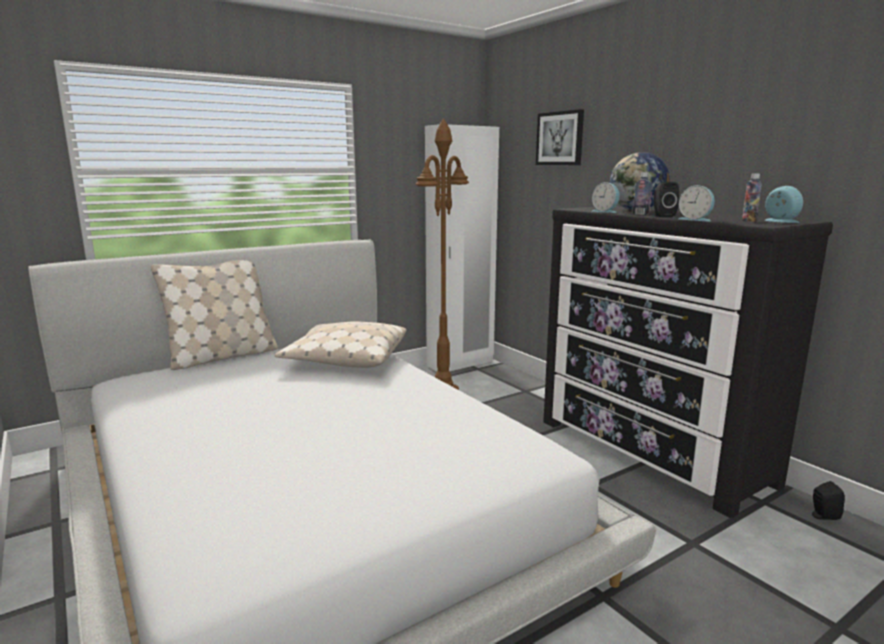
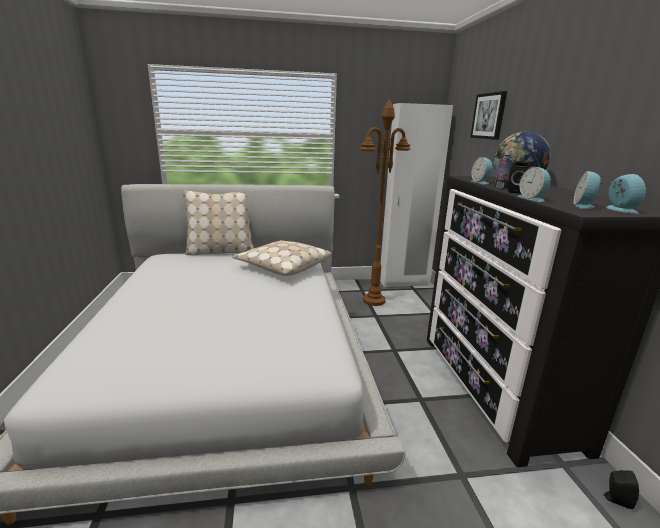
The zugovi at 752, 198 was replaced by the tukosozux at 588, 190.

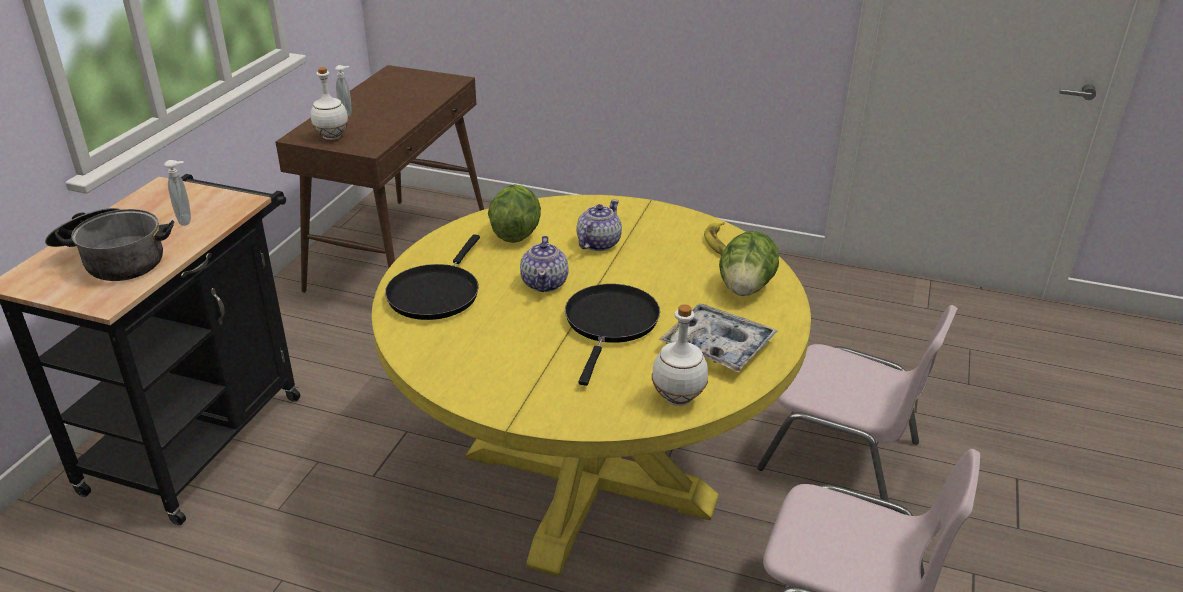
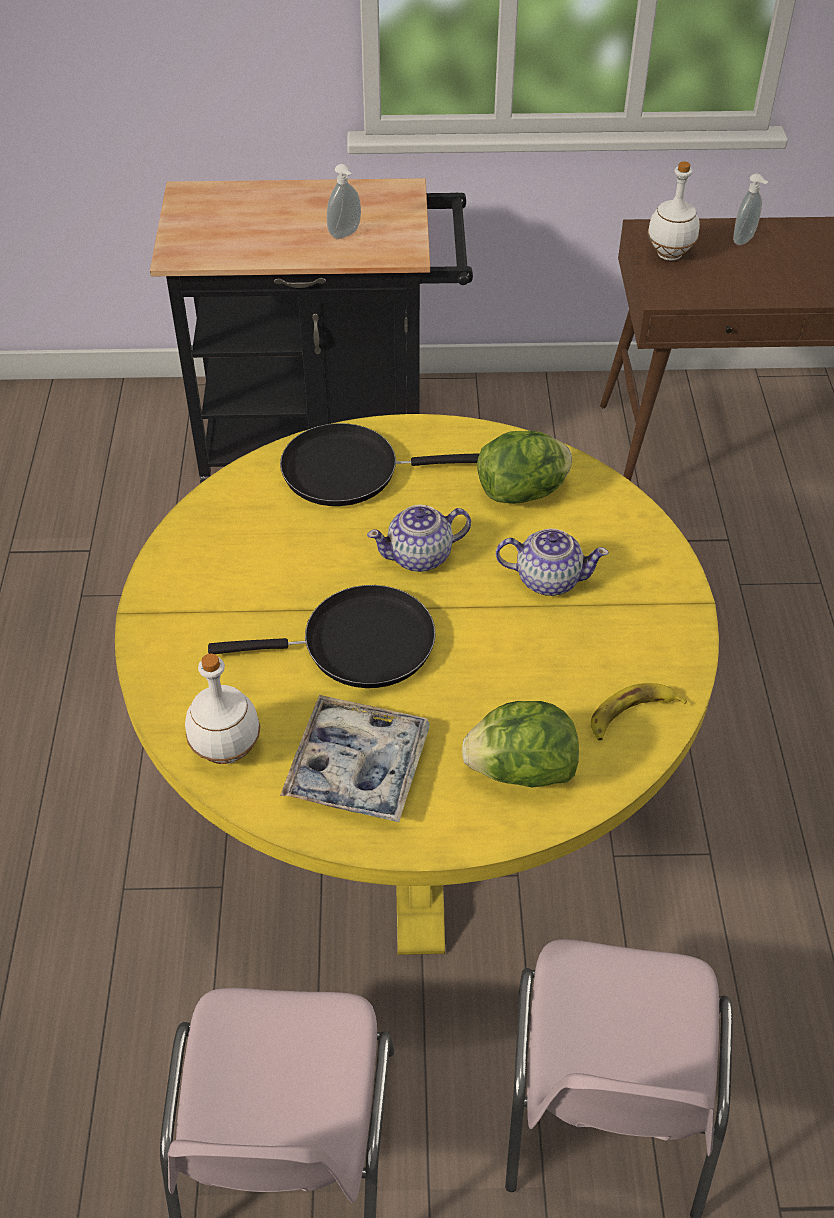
The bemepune at 109, 244 disappeared.

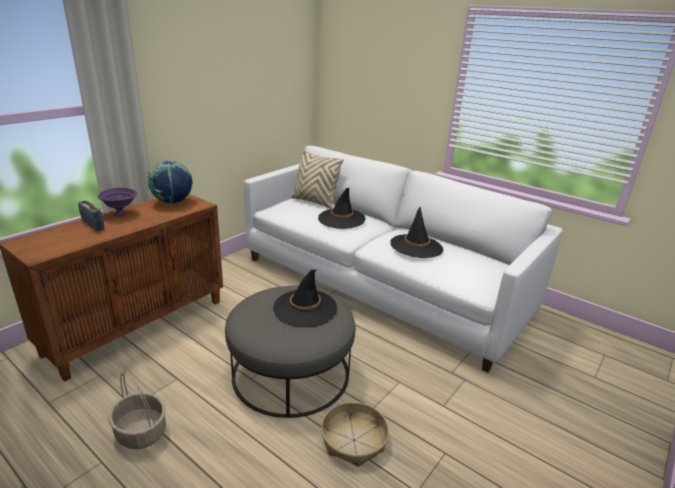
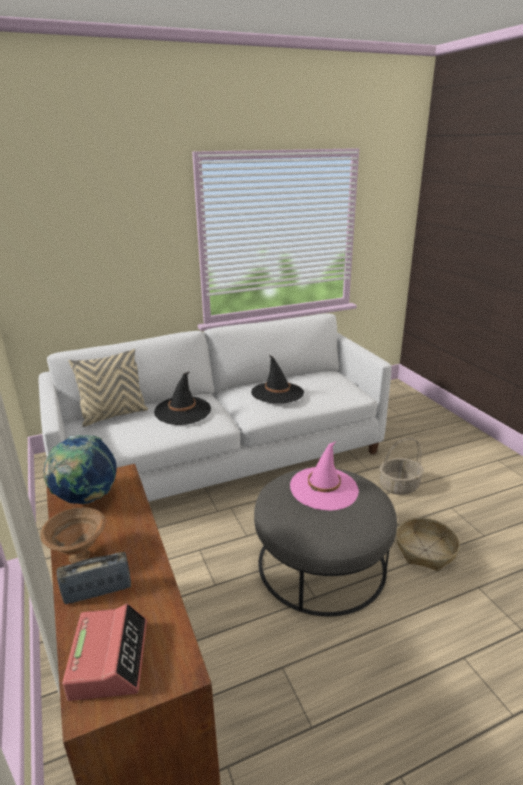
The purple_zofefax at 117, 202 became the brown_zofefax at 73, 536. The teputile moved from 137, 410 to 402, 466. The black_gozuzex at 305, 298 became the pink_gozuzex at 324, 476. The tukosozux at 104, 652 appeared.

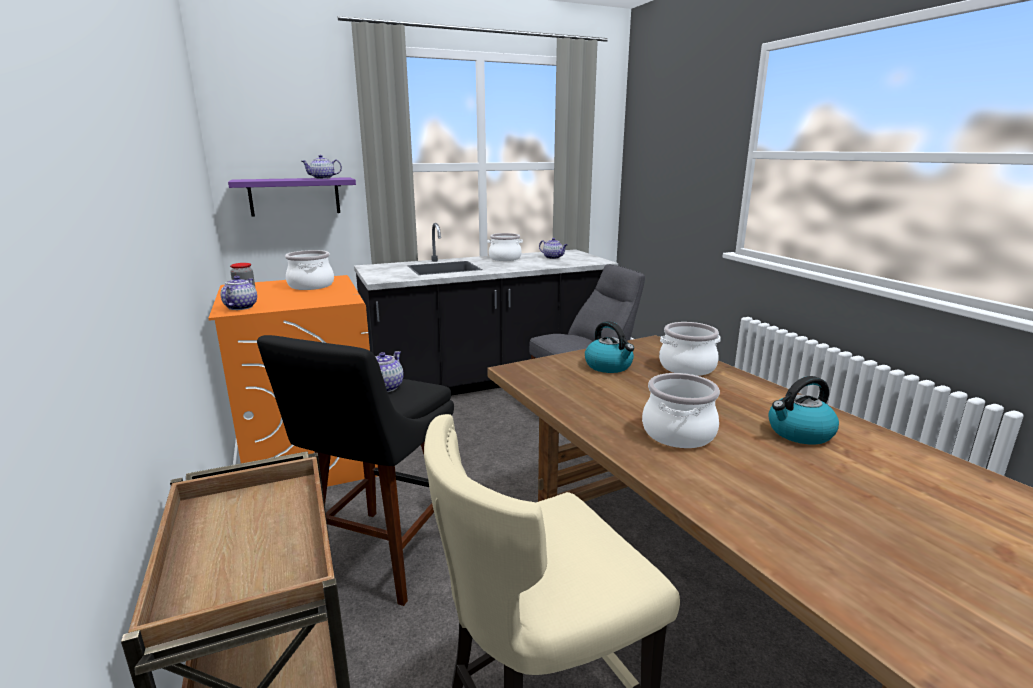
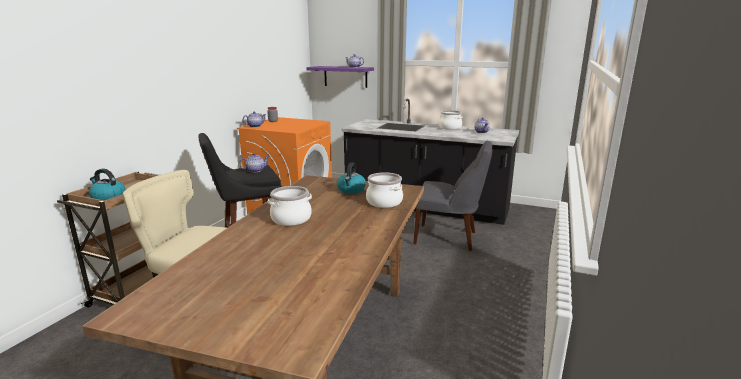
The bemepune at 309, 270 disappeared. The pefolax moved from 803, 410 to 107, 184.

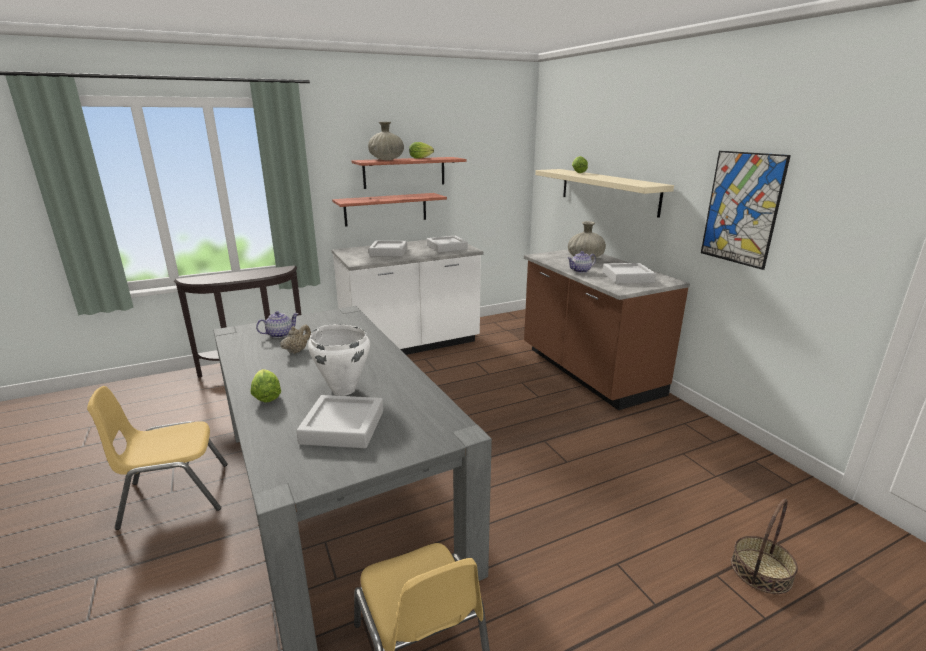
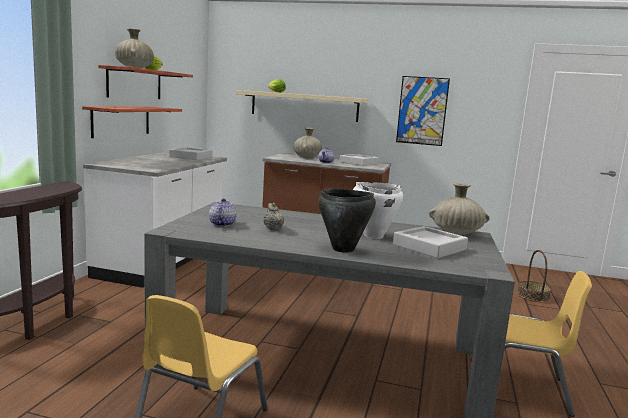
The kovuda at 265, 386 was replaced by the black_bemepune at 347, 221. The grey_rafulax at 388, 249 disappeared. The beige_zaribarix at 459, 209 appeared.

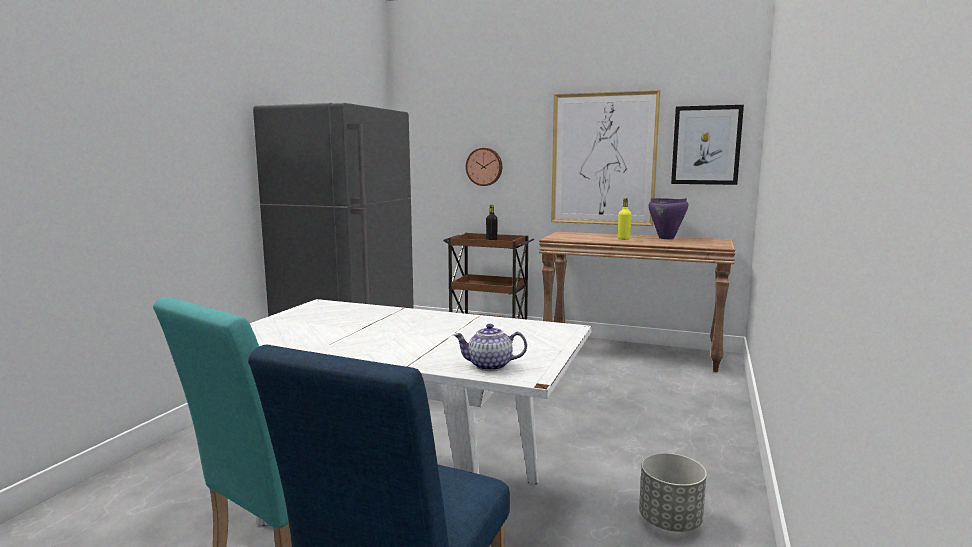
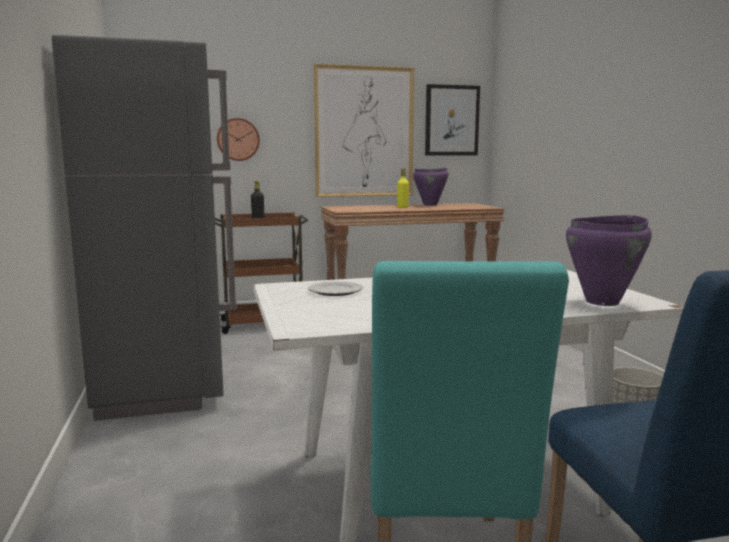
The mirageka at 490, 347 was replaced by the purple_bemepune at 609, 260. The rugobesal at 335, 288 appeared.

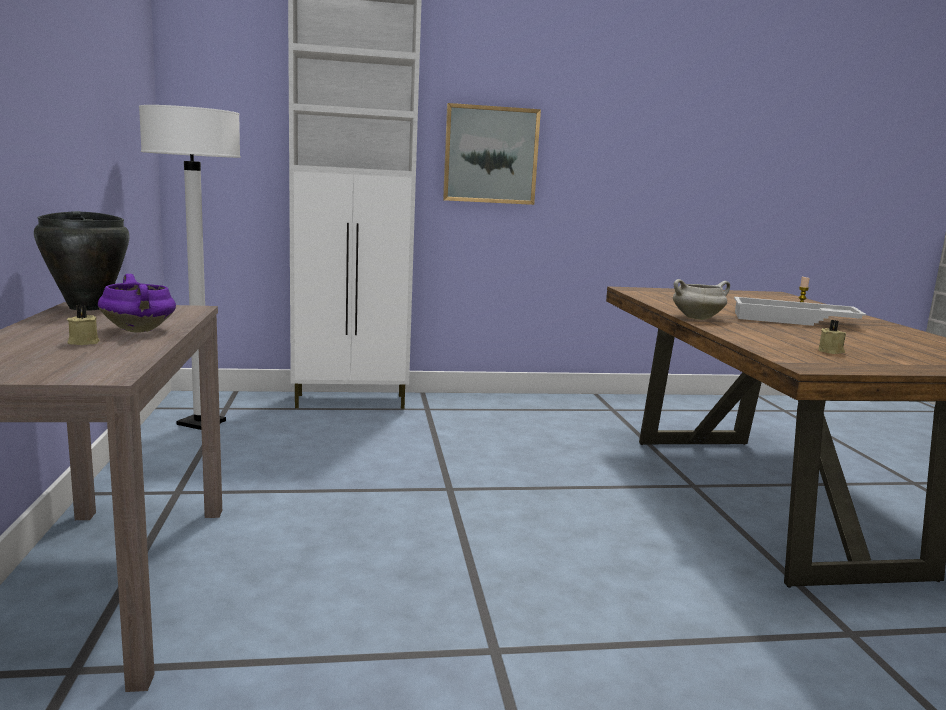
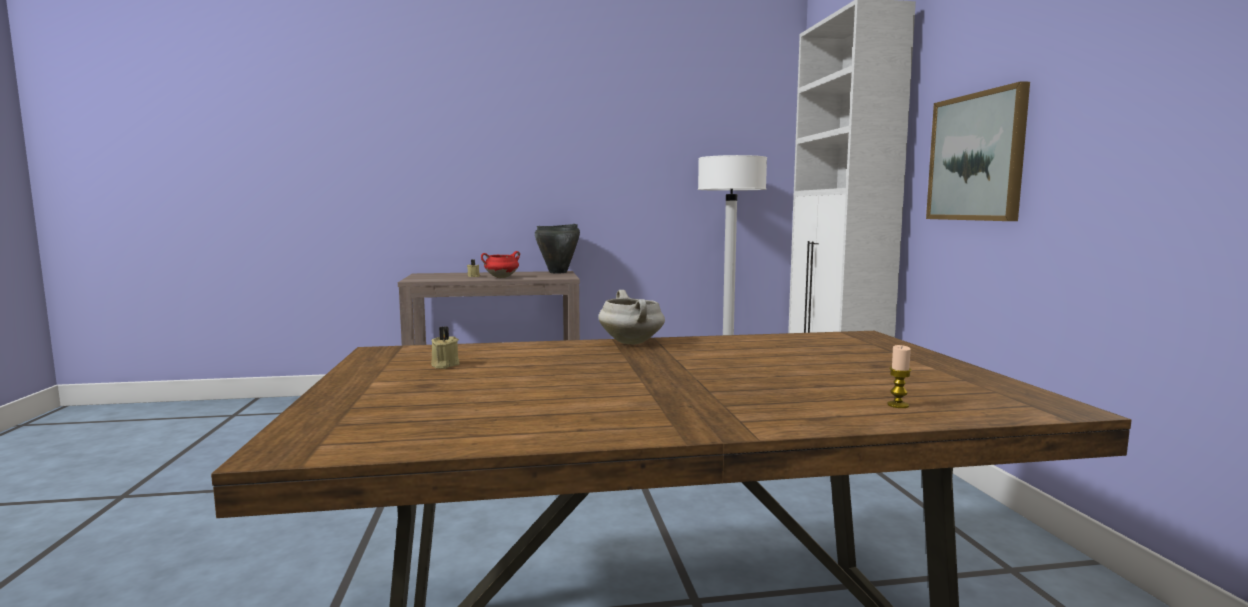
The purple_bemepune at 137, 303 became the red_bemepune at 500, 264. The white_rafulax at 800, 311 disappeared.

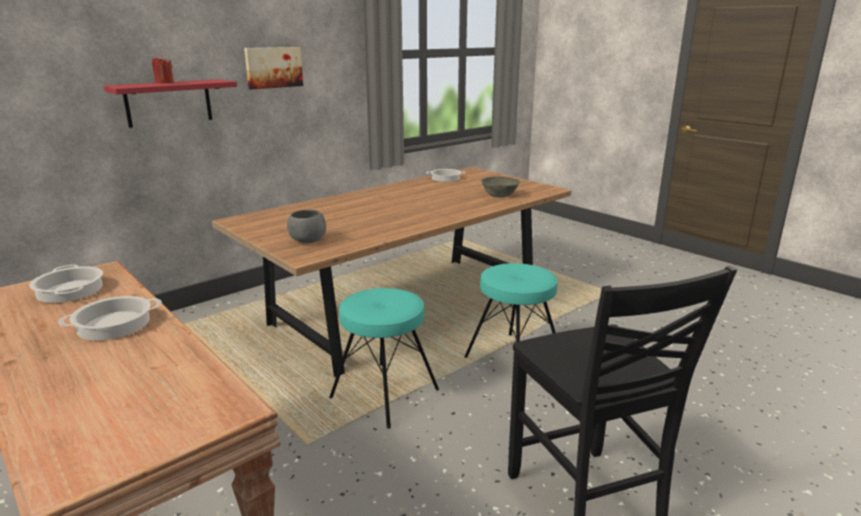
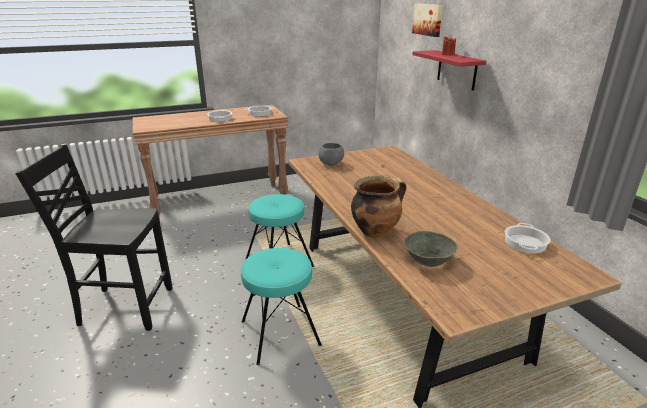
The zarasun moved from 273, 68 to 427, 20. The bemepune at 379, 207 appeared.

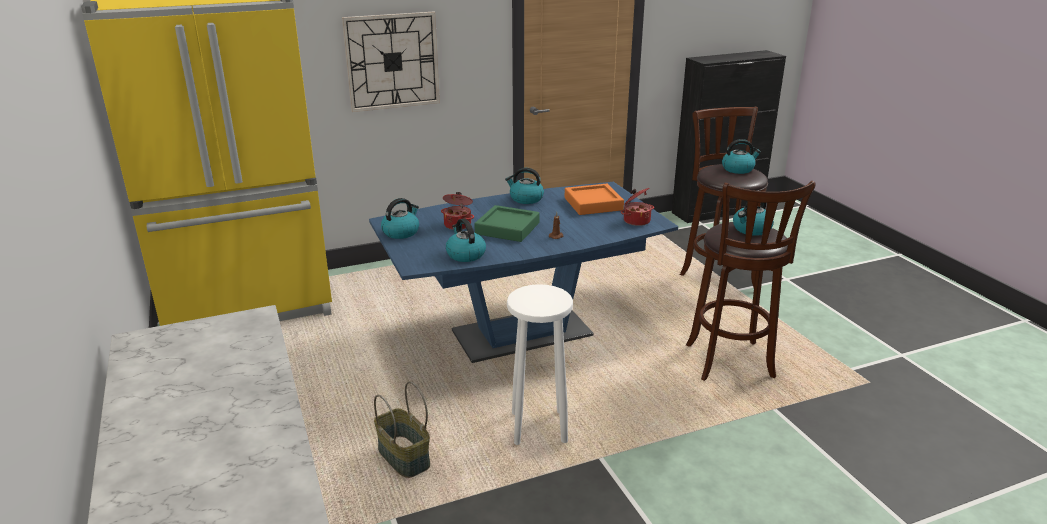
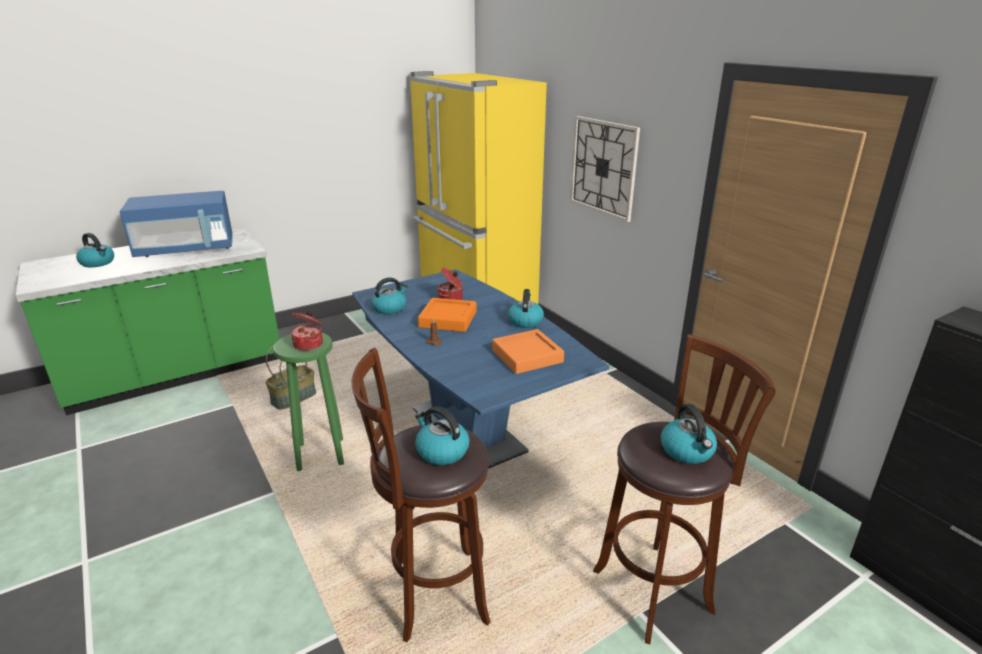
The pefolax moved from 400, 218 to 95, 250. The green_rafulax at 507, 223 became the orange_rafulax at 447, 315. The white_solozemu at 540, 364 became the green_solozemu at 308, 402. The bemepune moved from 637, 207 to 307, 331. The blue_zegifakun at 176, 224 appeared.

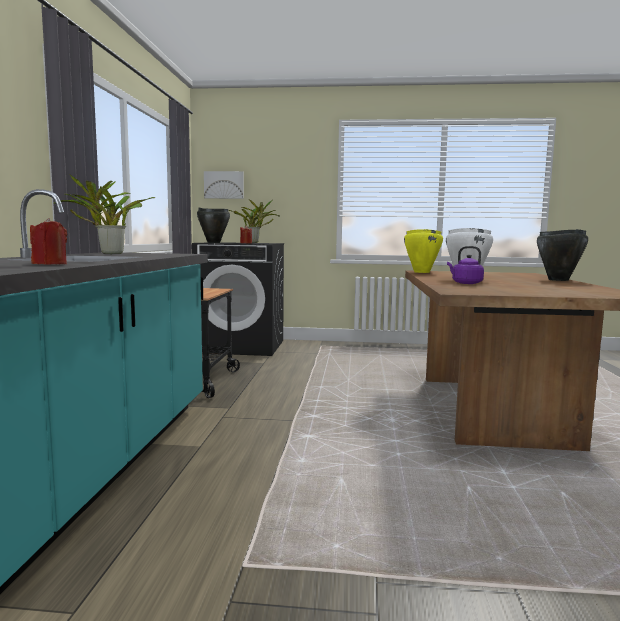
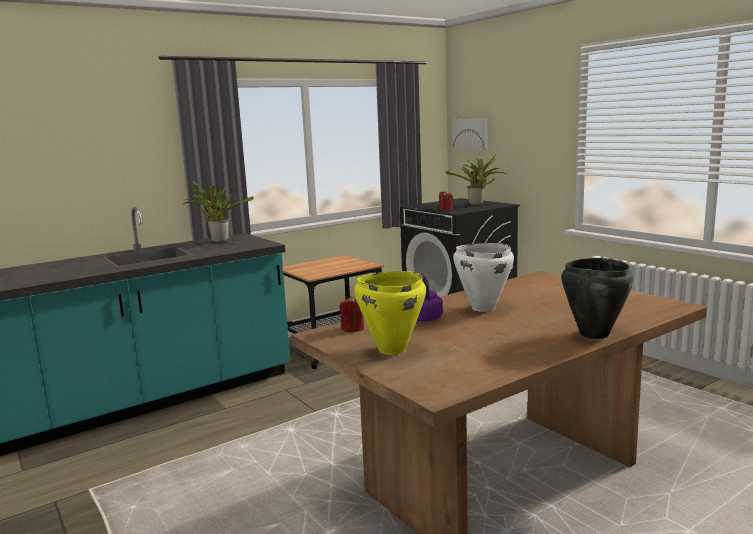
The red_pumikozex moved from 48, 241 to 352, 314. The black_bemepune at 213, 225 disappeared. The yellow_bemepune moved from 423, 251 to 390, 313.

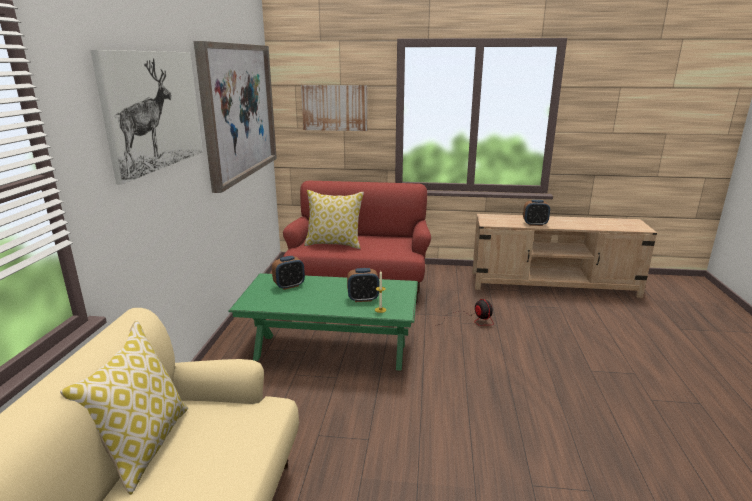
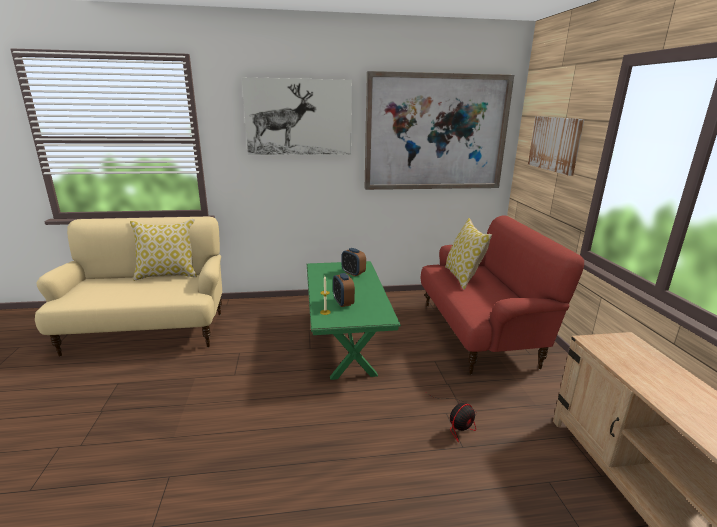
The tukosozux at 536, 213 disappeared.

